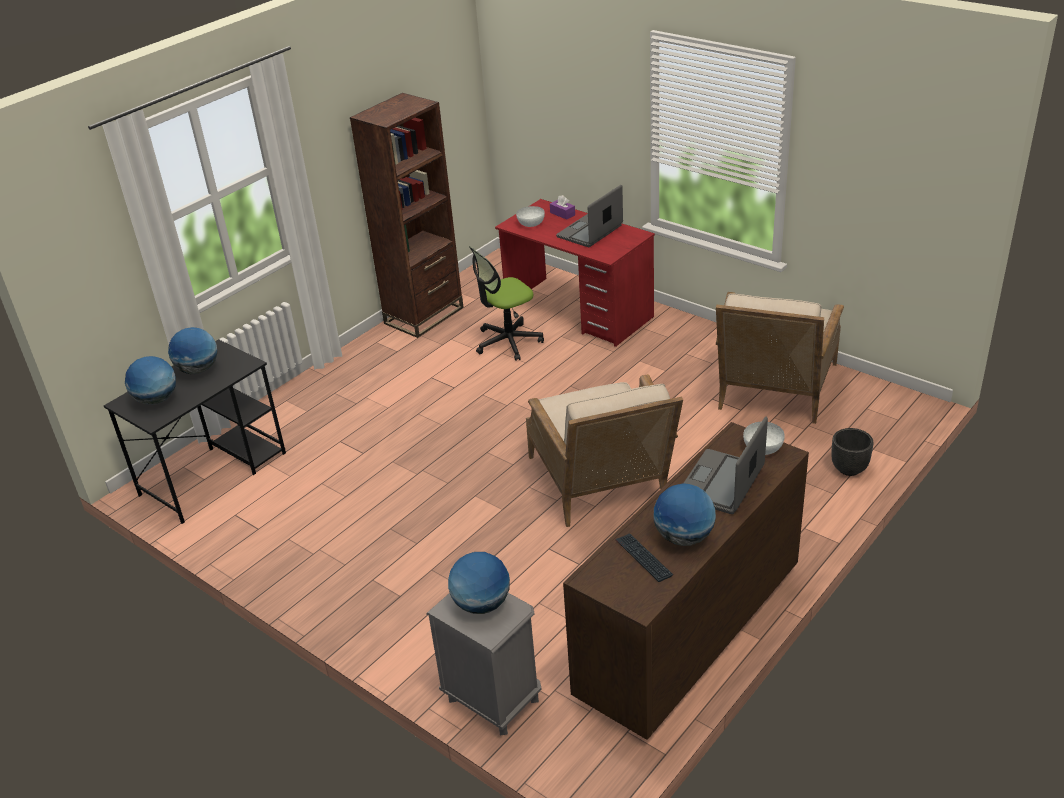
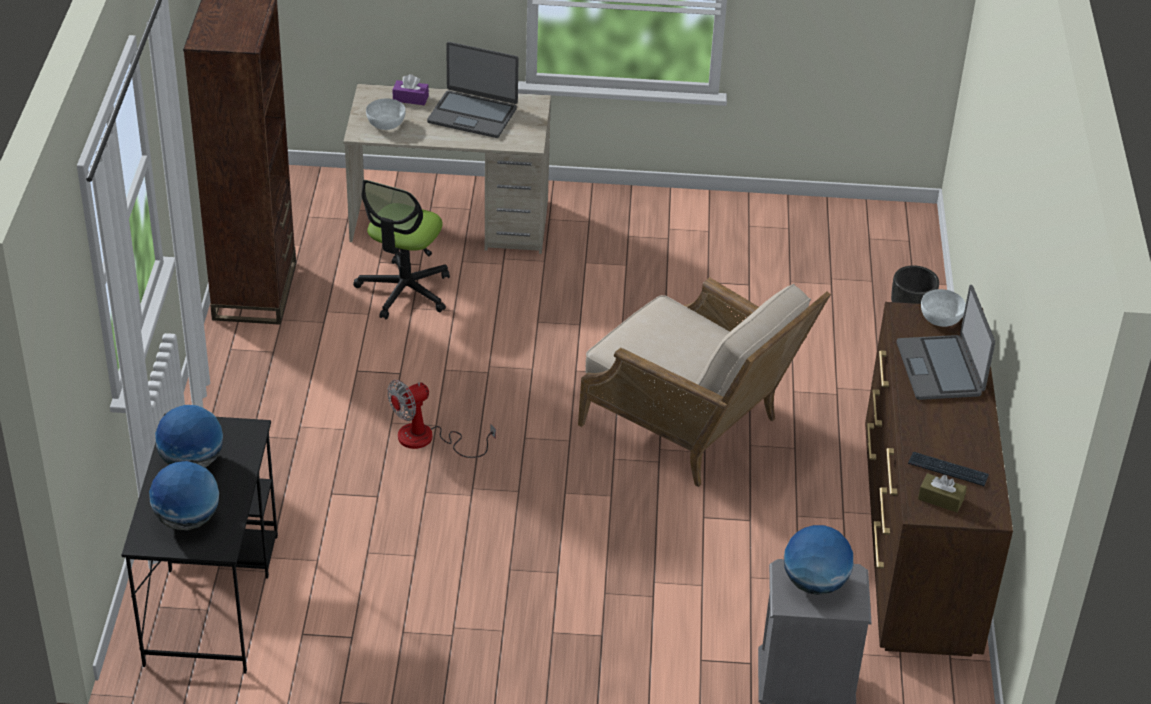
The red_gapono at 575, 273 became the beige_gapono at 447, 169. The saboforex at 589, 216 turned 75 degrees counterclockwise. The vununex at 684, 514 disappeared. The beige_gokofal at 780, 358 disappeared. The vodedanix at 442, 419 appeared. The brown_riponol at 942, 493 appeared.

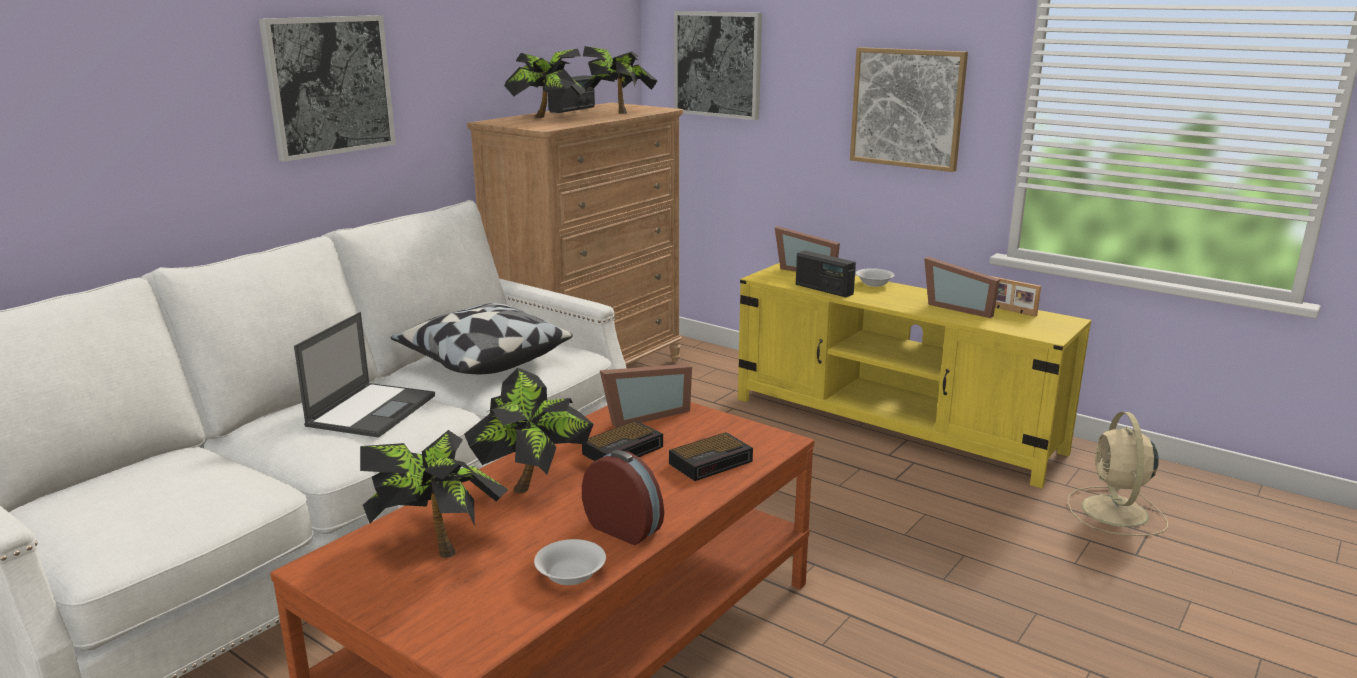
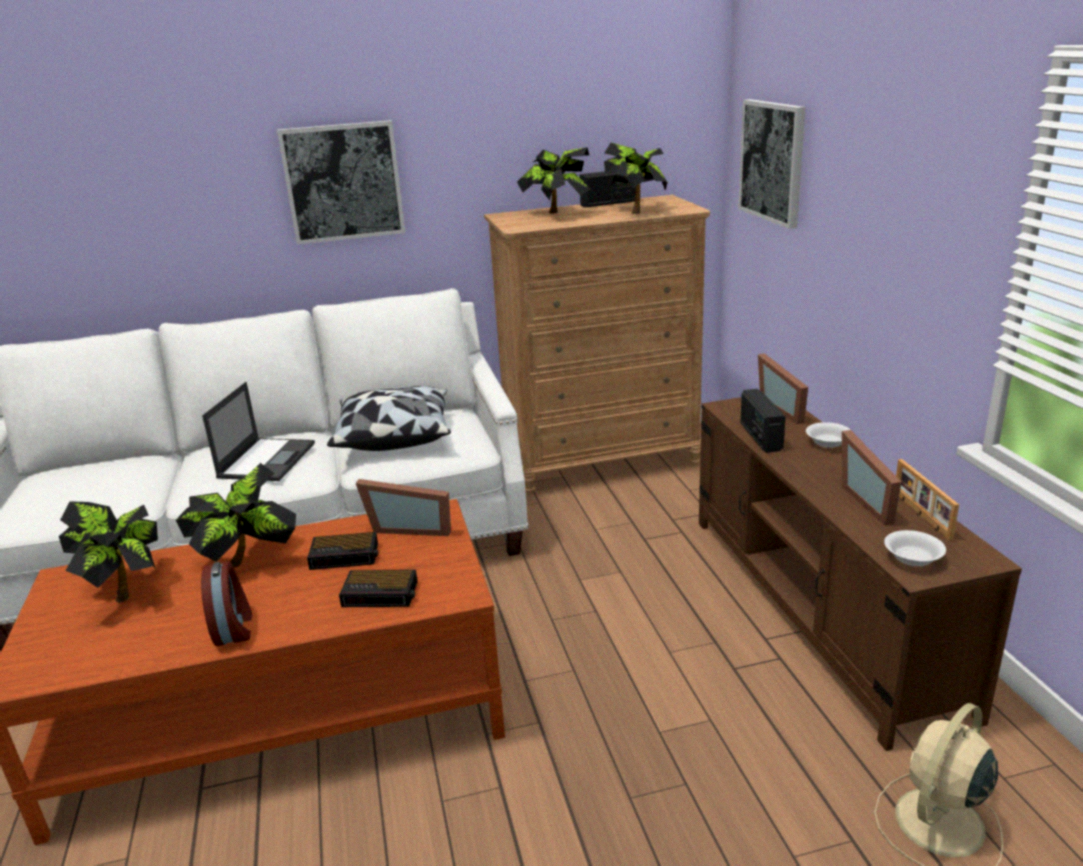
The saboforex at 364, 375 turned 45 degrees counterclockwise. The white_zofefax moved from 570, 562 to 915, 548. The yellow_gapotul at 914, 375 became the brown_gapotul at 860, 574. The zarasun at 909, 109 disappeared.

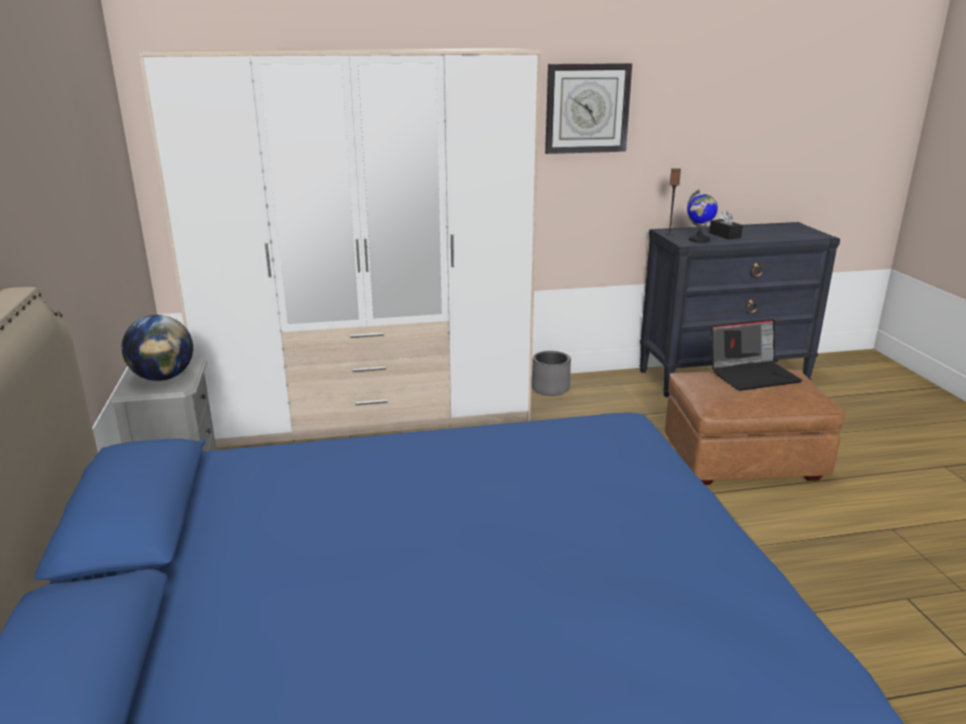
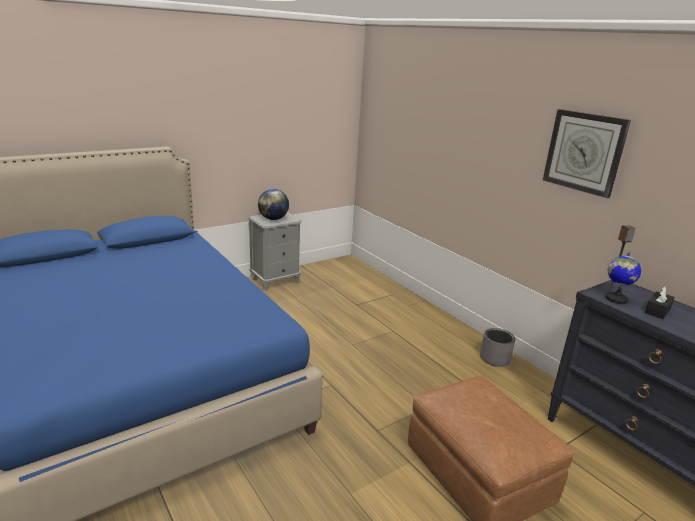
The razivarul at 339, 248 disappeared. The saboforex at 757, 355 disappeared.

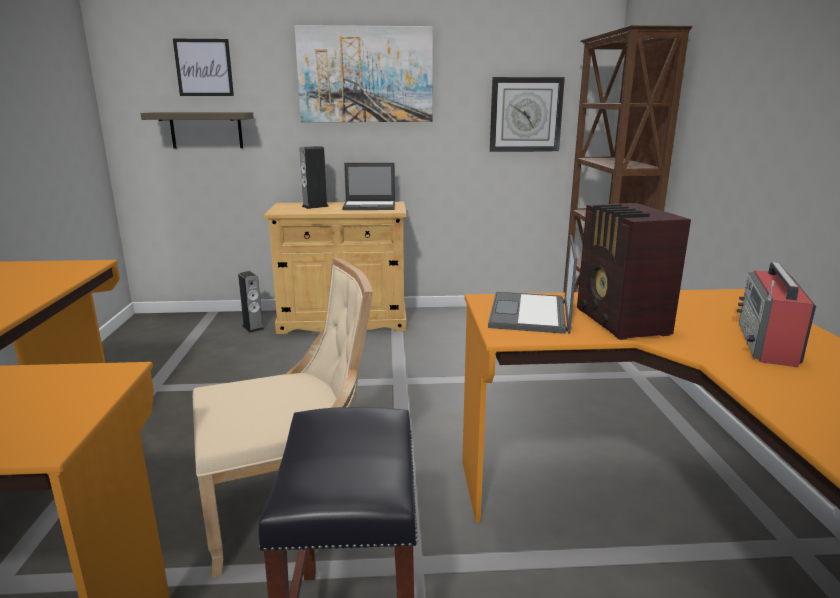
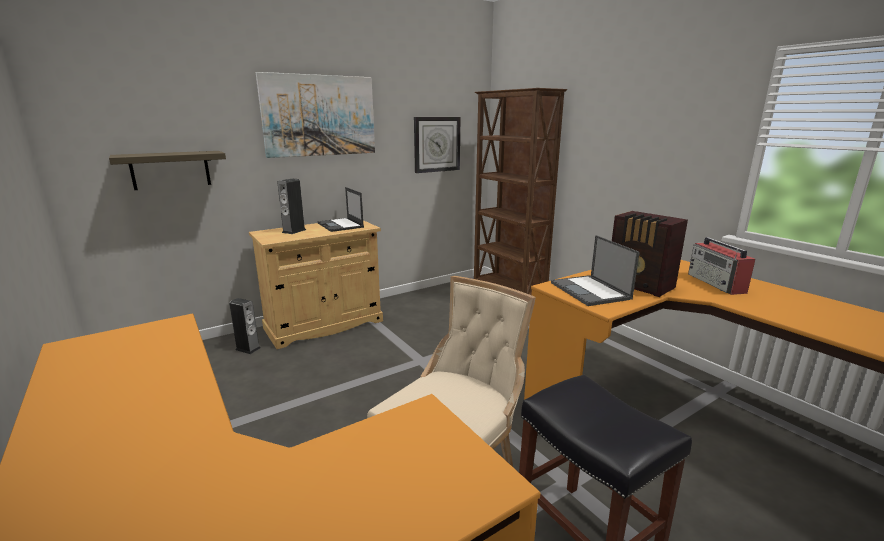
The zarasun at 203, 67 disappeared. The saboforex at 368, 186 turned 90 degrees clockwise.

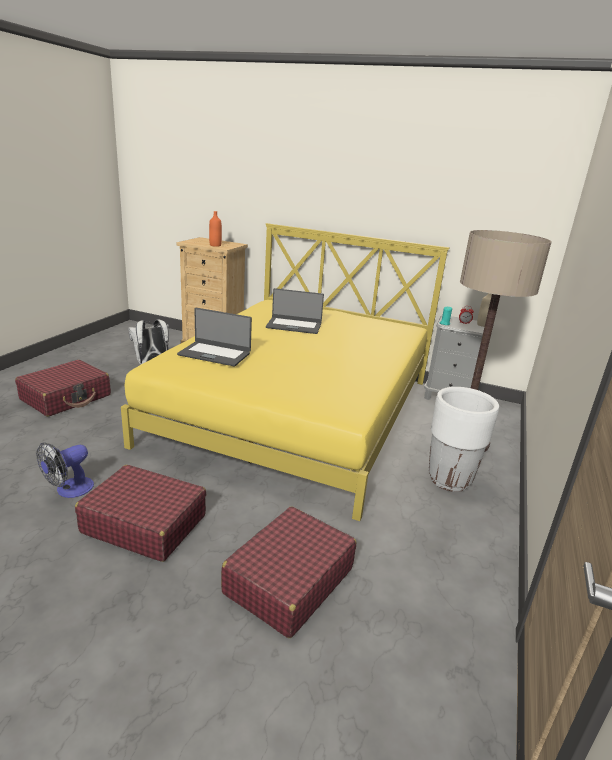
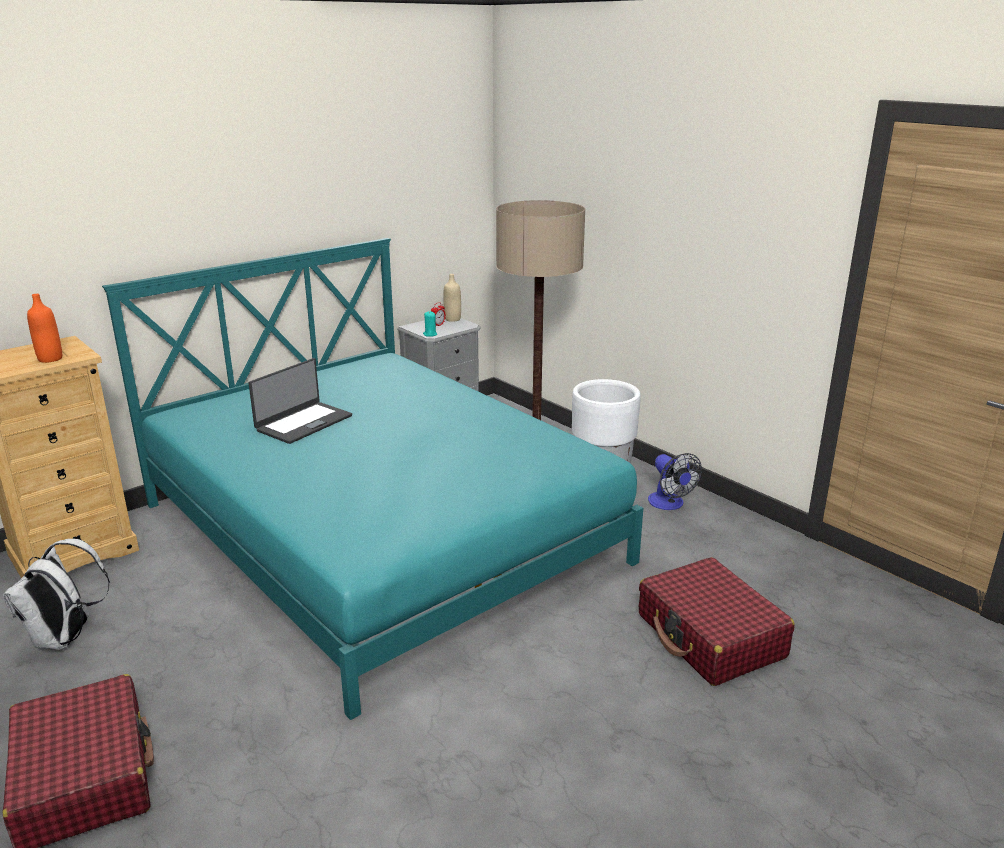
The vodedanix moved from 65, 470 to 675, 481. The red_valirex at 140, 513 disappeared. The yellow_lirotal at 285, 372 became the turquoise_lirotal at 372, 479. The saboforex at 214, 337 disappeared.

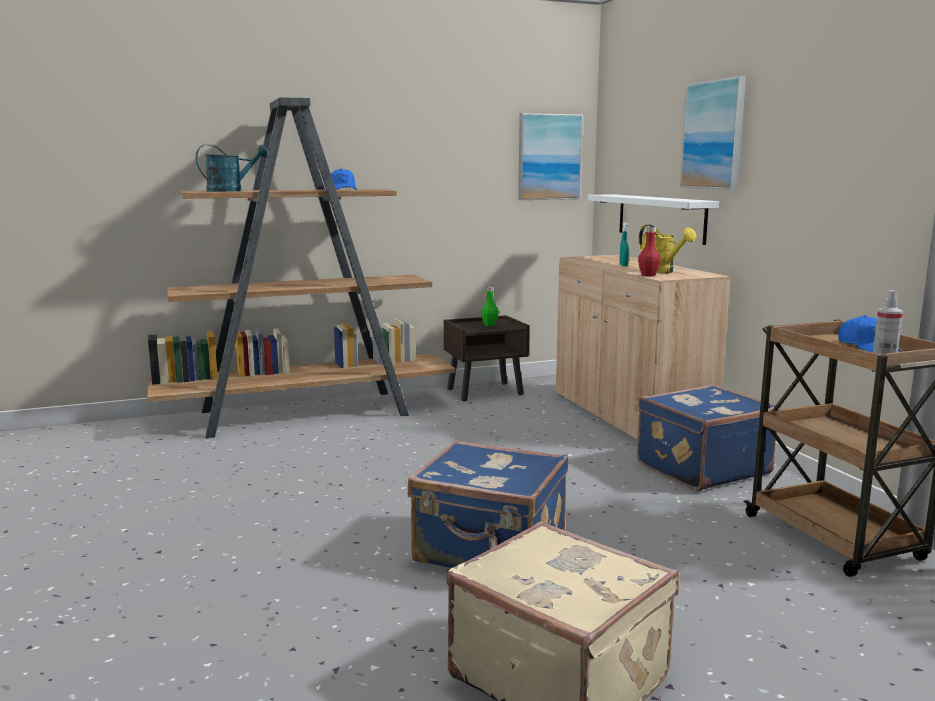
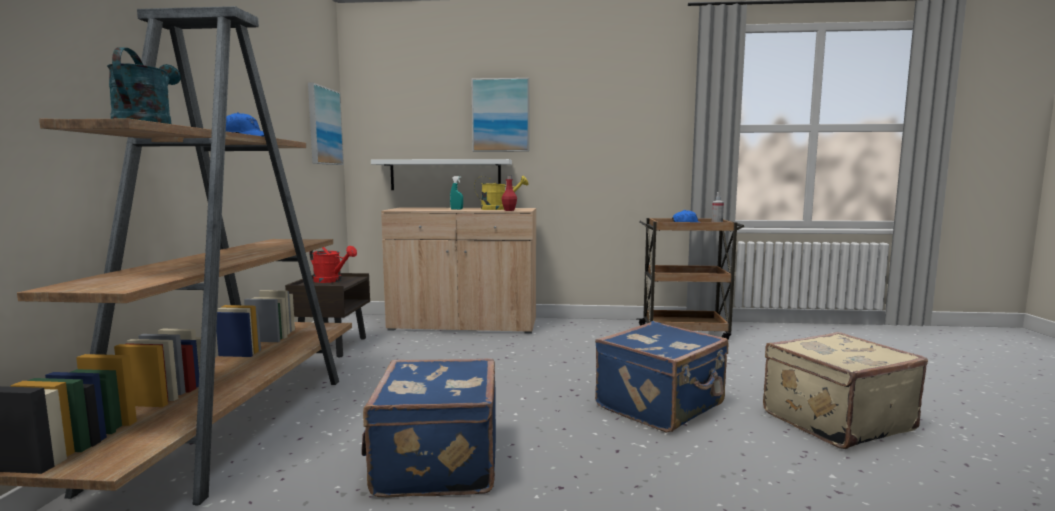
The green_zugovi at 490, 306 was replaced by the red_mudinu at 333, 264. The blue_valirex moved from 708, 437 to 428, 428.

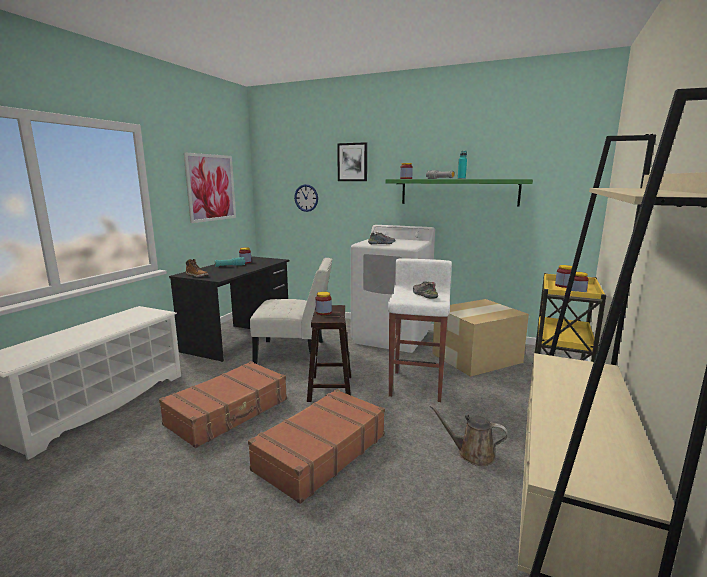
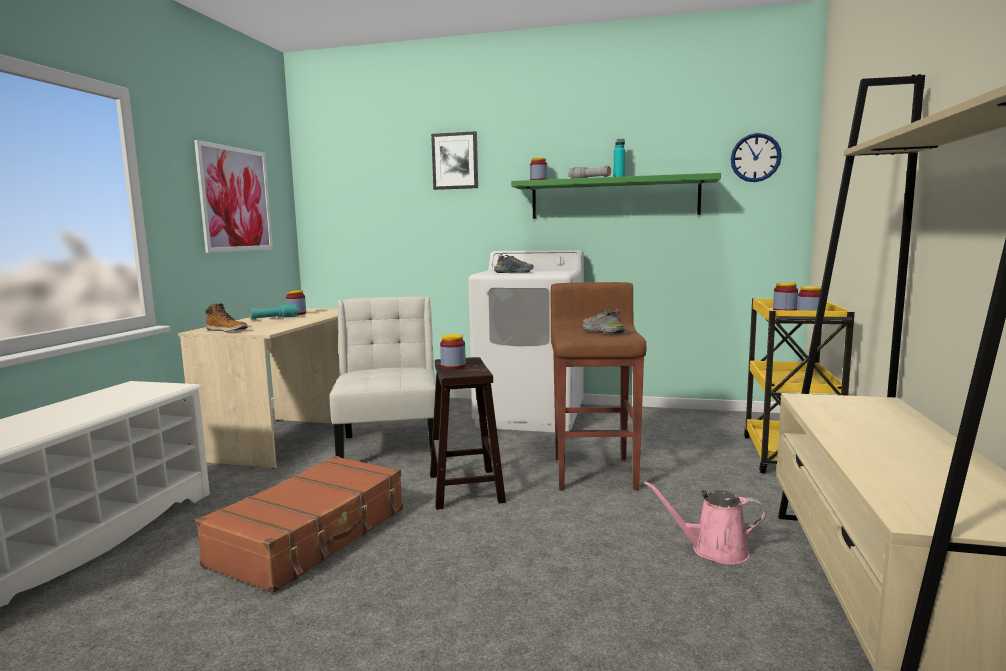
The black_gapono at 229, 309 became the beige_gapono at 259, 388. The brown_valirex at 316, 446 disappeared. The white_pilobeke at 291, 311 turned 90 degrees counterclockwise. The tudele moved from 306, 198 to 756, 157. The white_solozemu at 420, 330 became the brown_solozemu at 598, 386. The brown_mudinu at 468, 435 became the pink_mudinu at 705, 523. The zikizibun at 480, 338 disappeared.

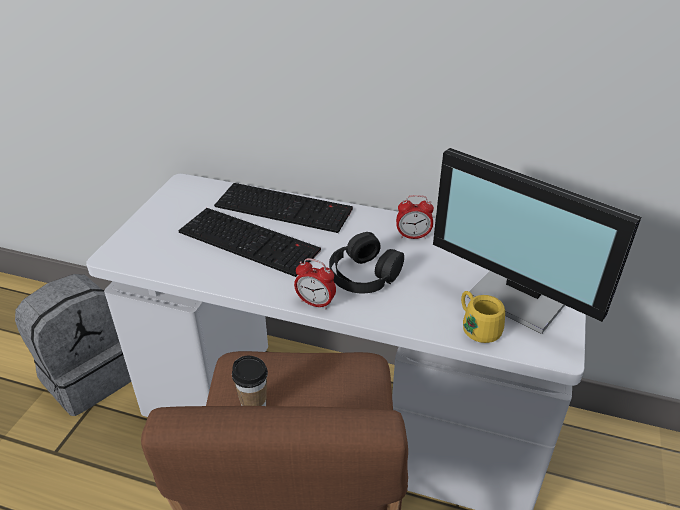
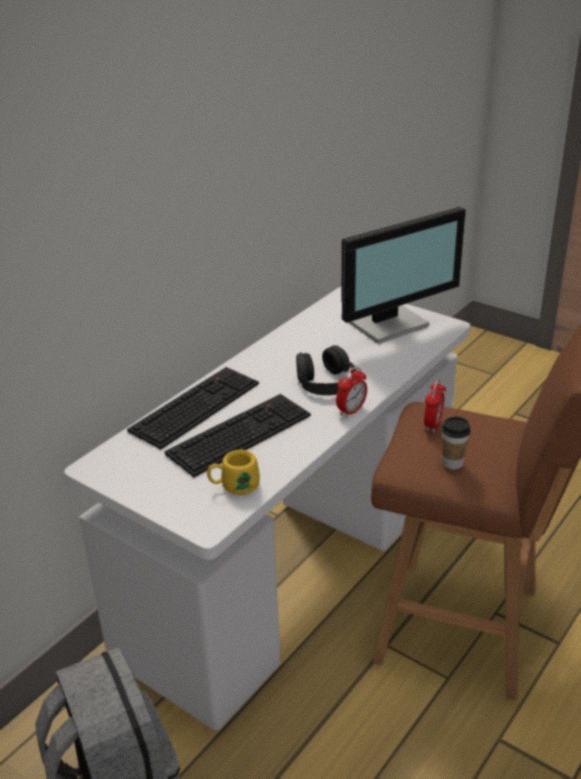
The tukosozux moved from 415, 217 to 435, 406. The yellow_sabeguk moved from 483, 317 to 233, 472.

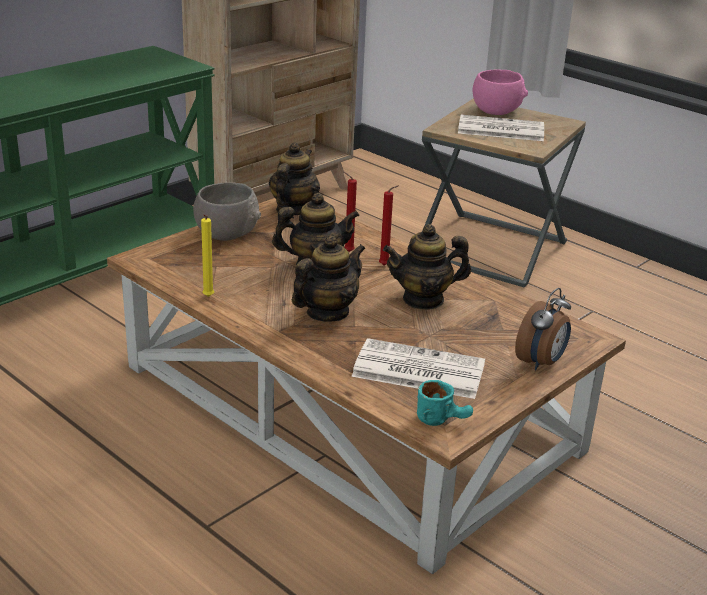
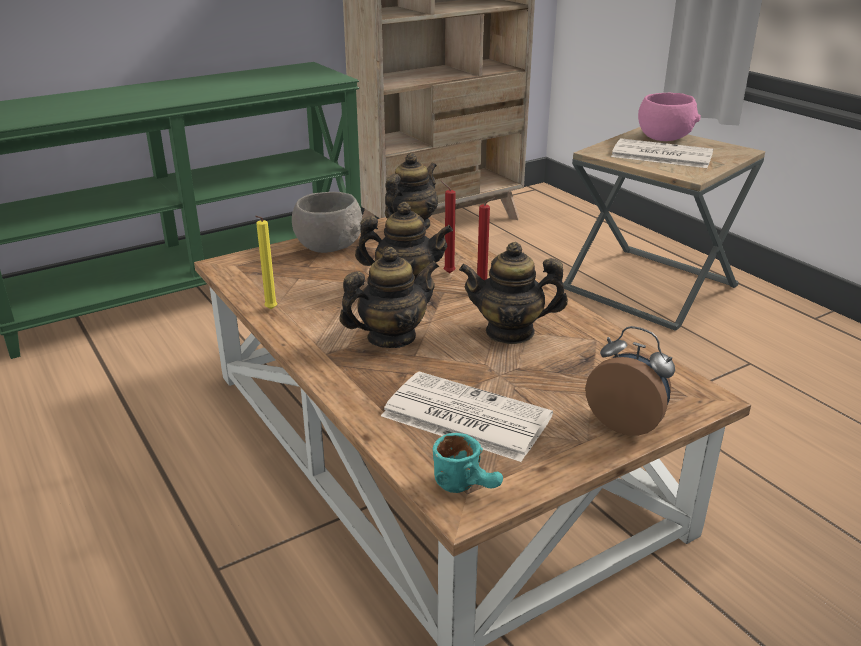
The tukosozux at 543, 329 turned 105 degrees counterclockwise.

